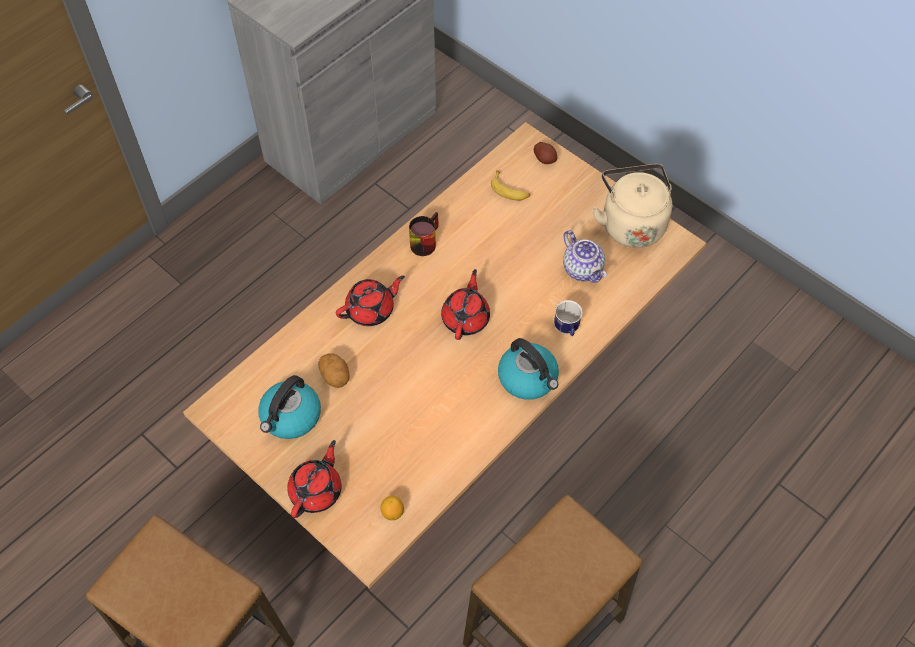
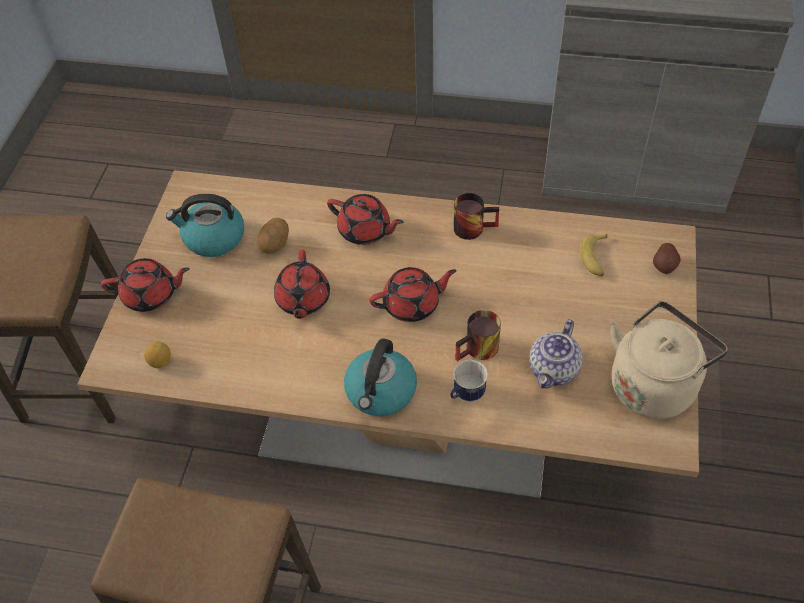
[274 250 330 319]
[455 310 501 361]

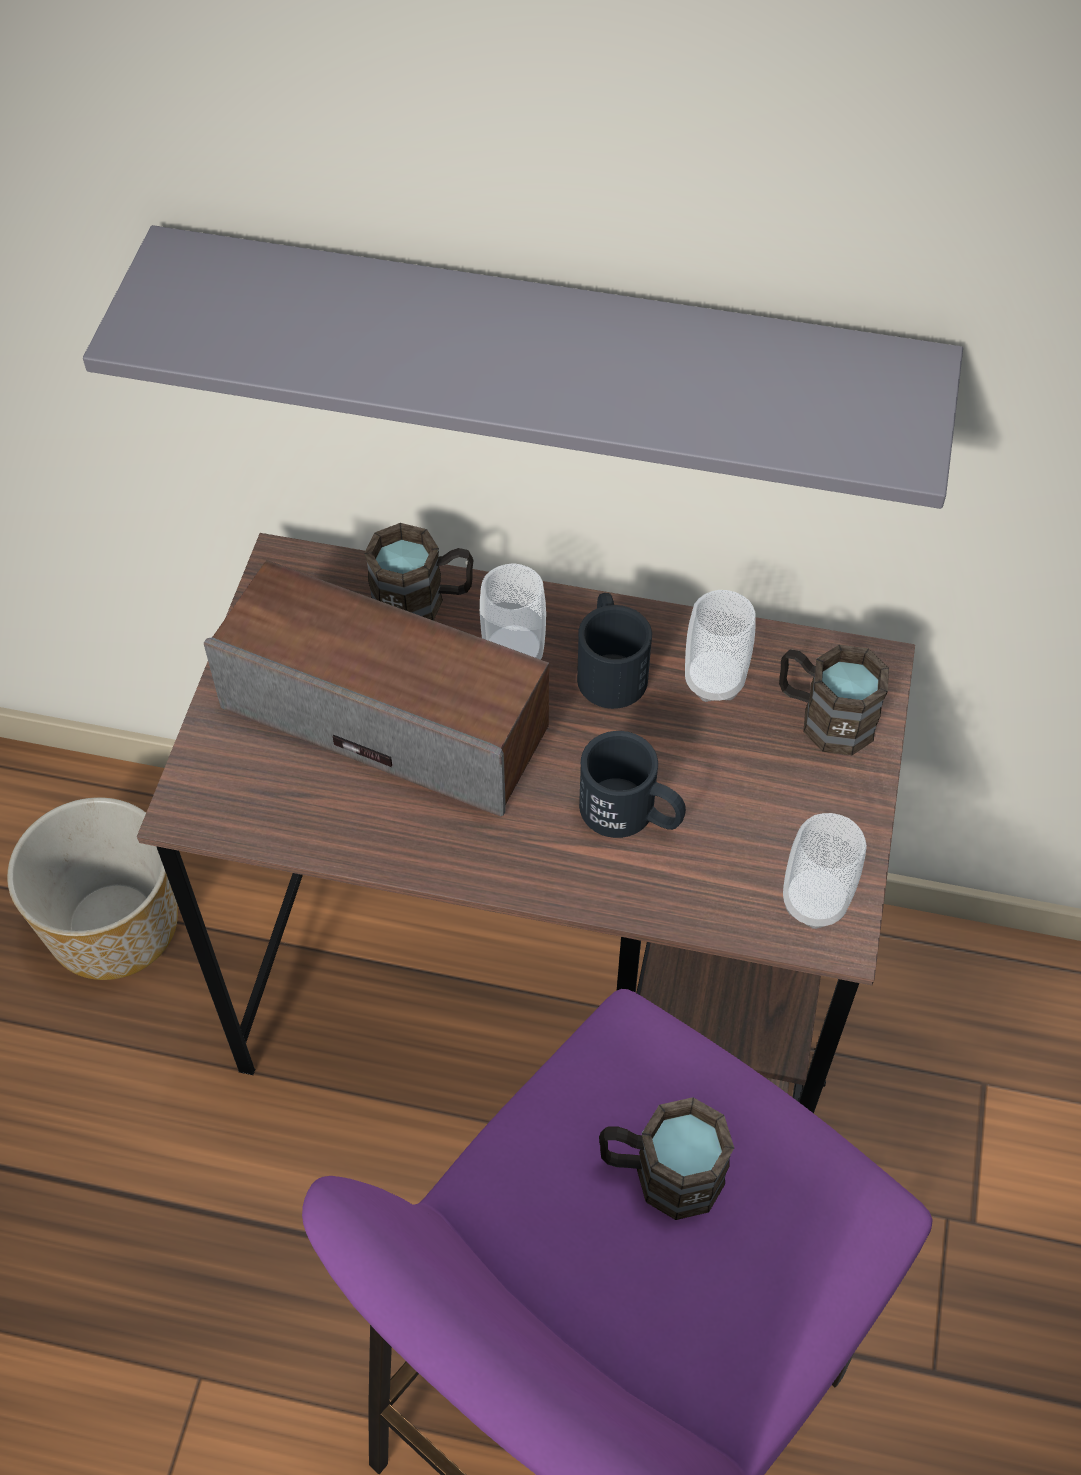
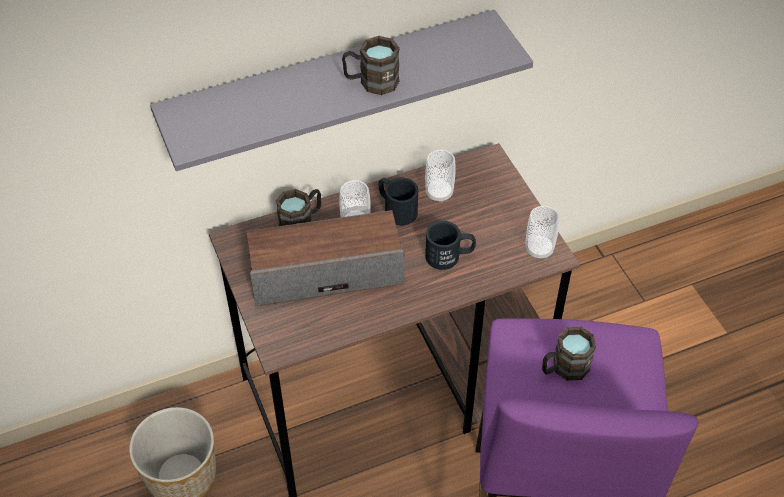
[342 36 400 95]

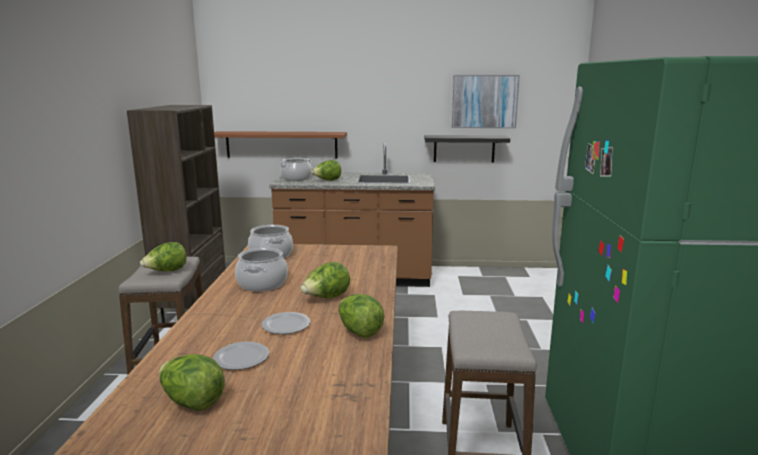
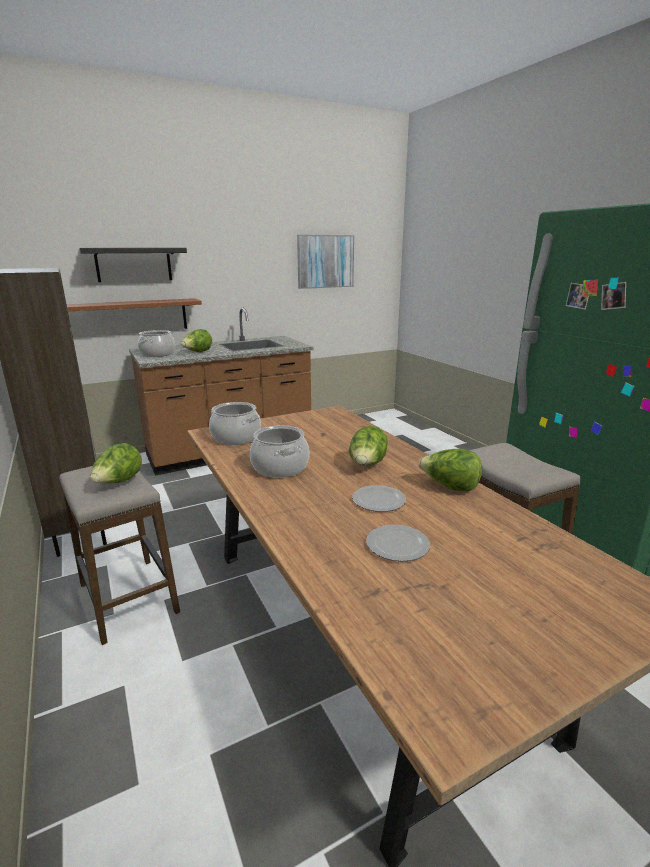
[79 248 187 282]
[159 354 225 411] (first image)

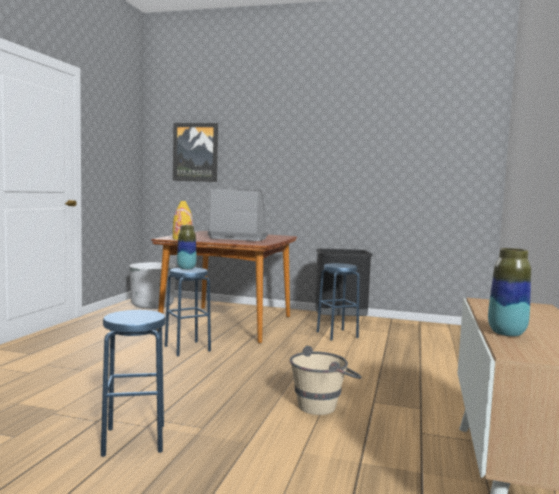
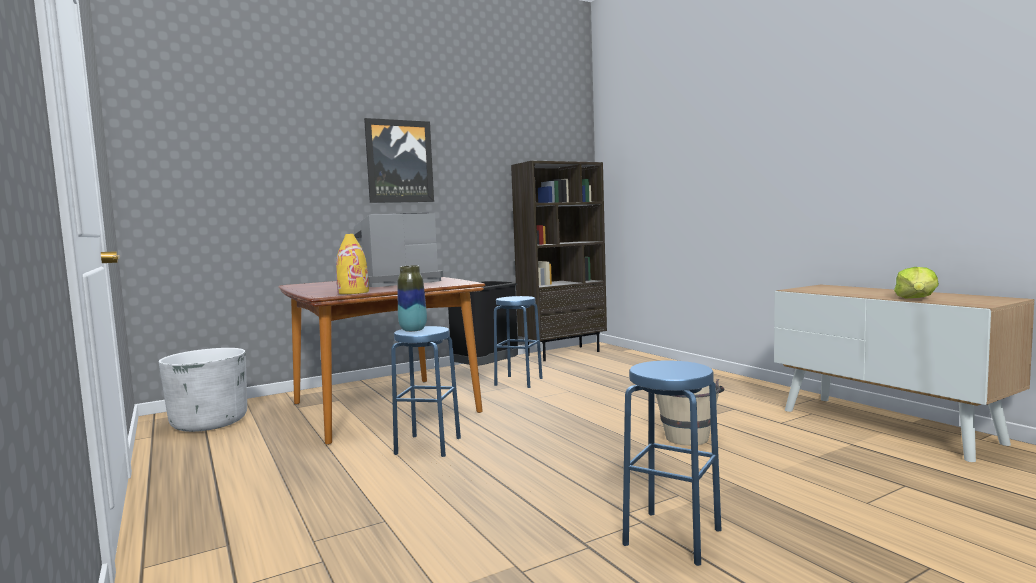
[364 118 434 203]
[511 161 607 361]
[894 267 939 298]

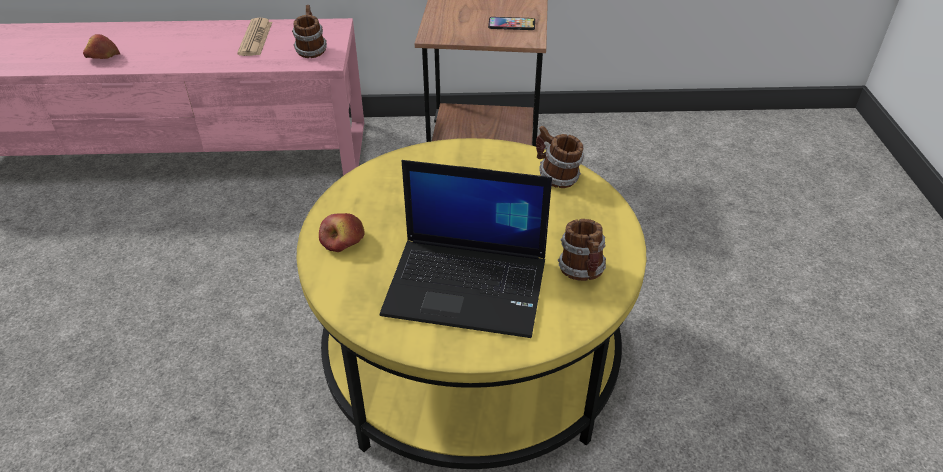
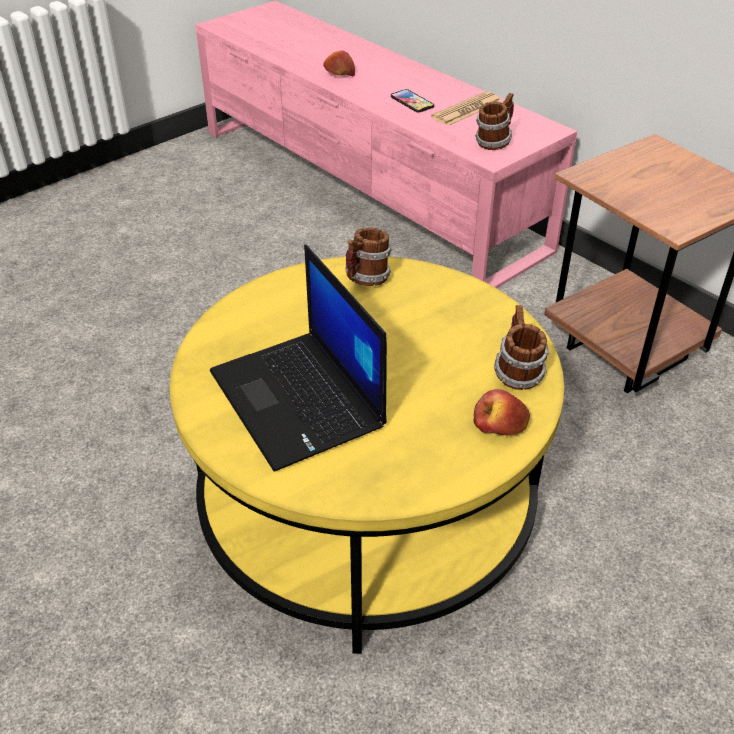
[346 227 392 286]
[391 89 434 112]
[473 389 530 435]

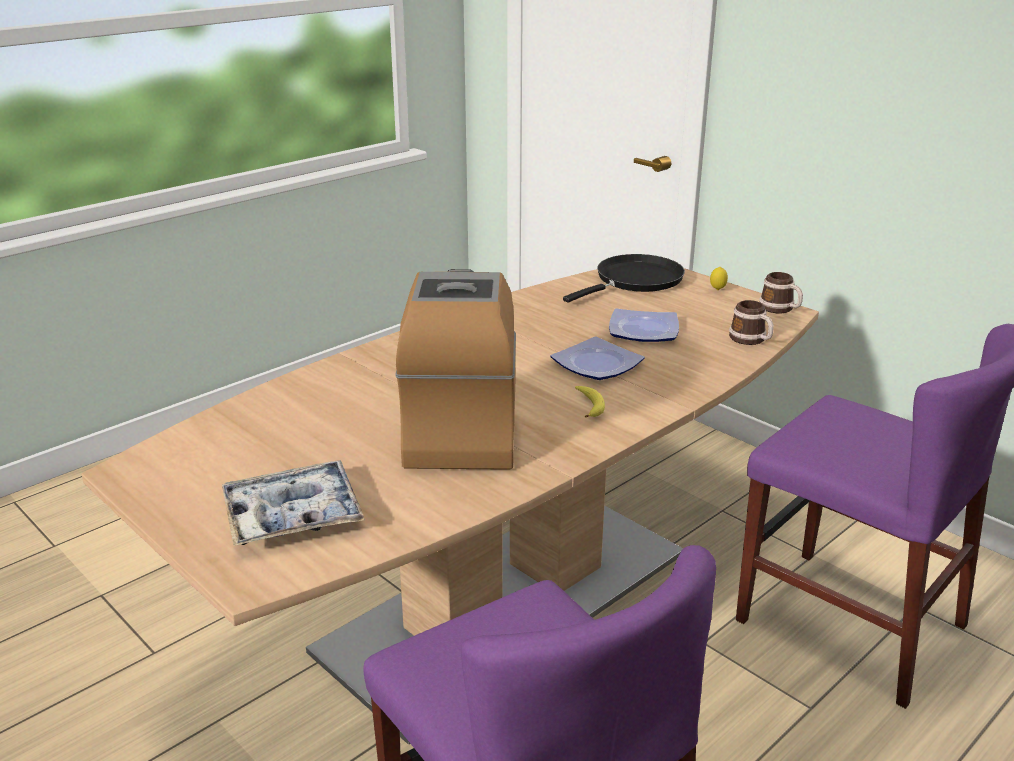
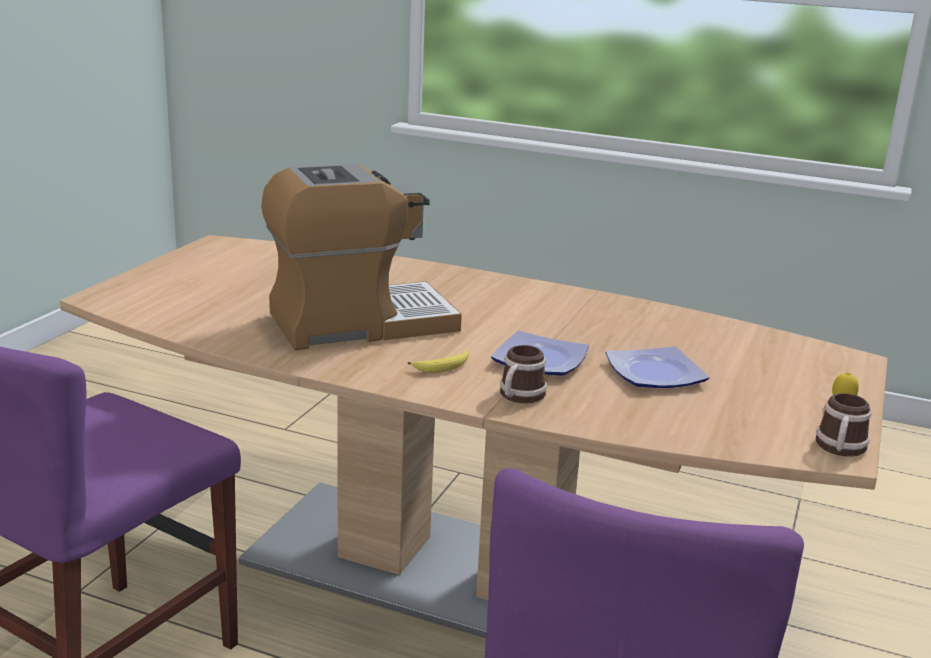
[500 345 547 403]
[222 460 365 546] (first image)
[563 254 685 303] (first image)

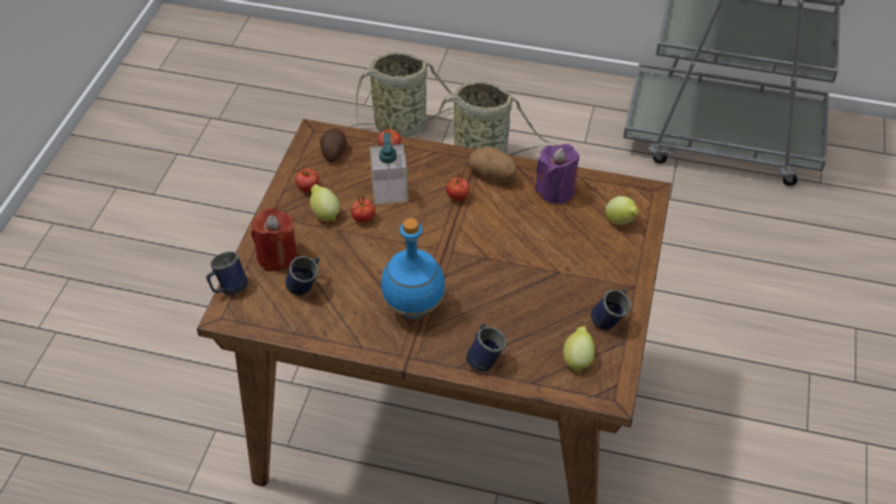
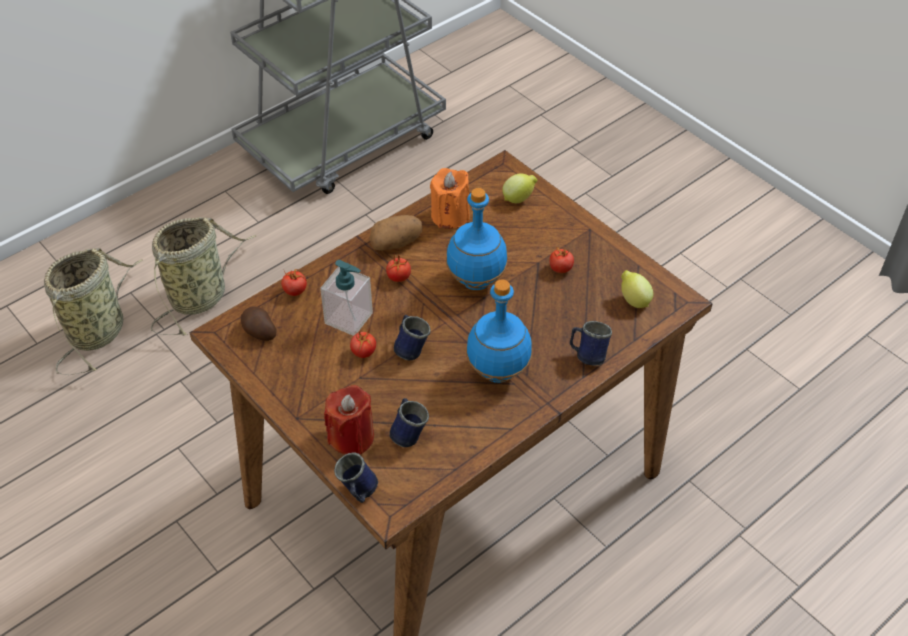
[394 315 431 360]
[430 168 470 229]
[446 188 508 290]
[549 247 574 273]
[310 184 340 221] (first image)

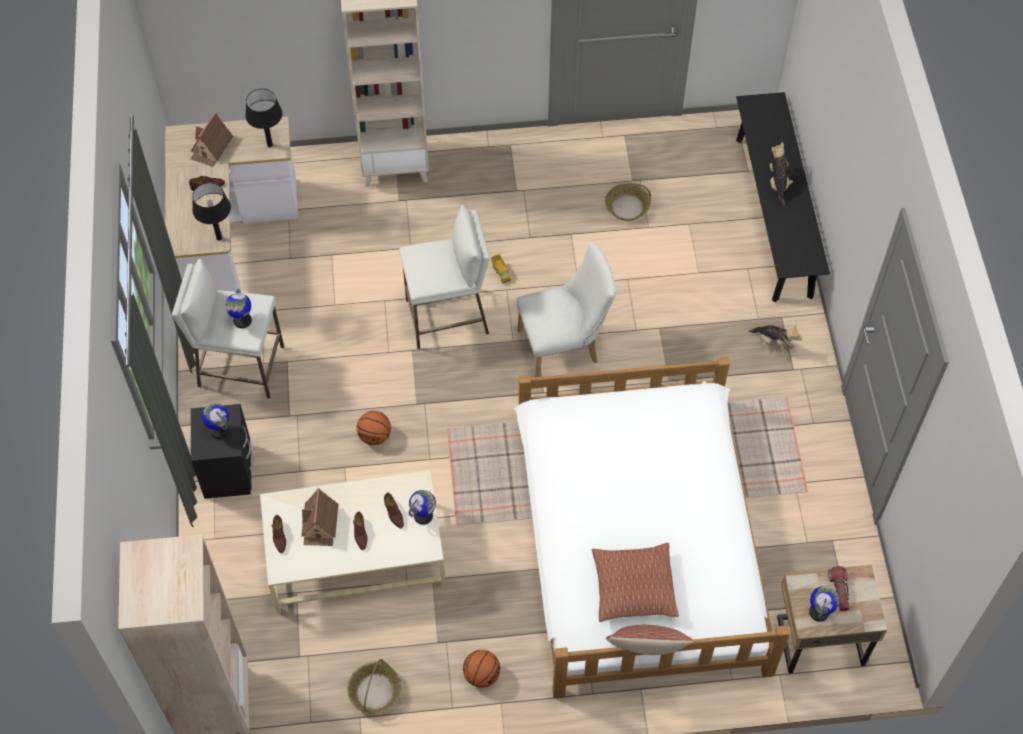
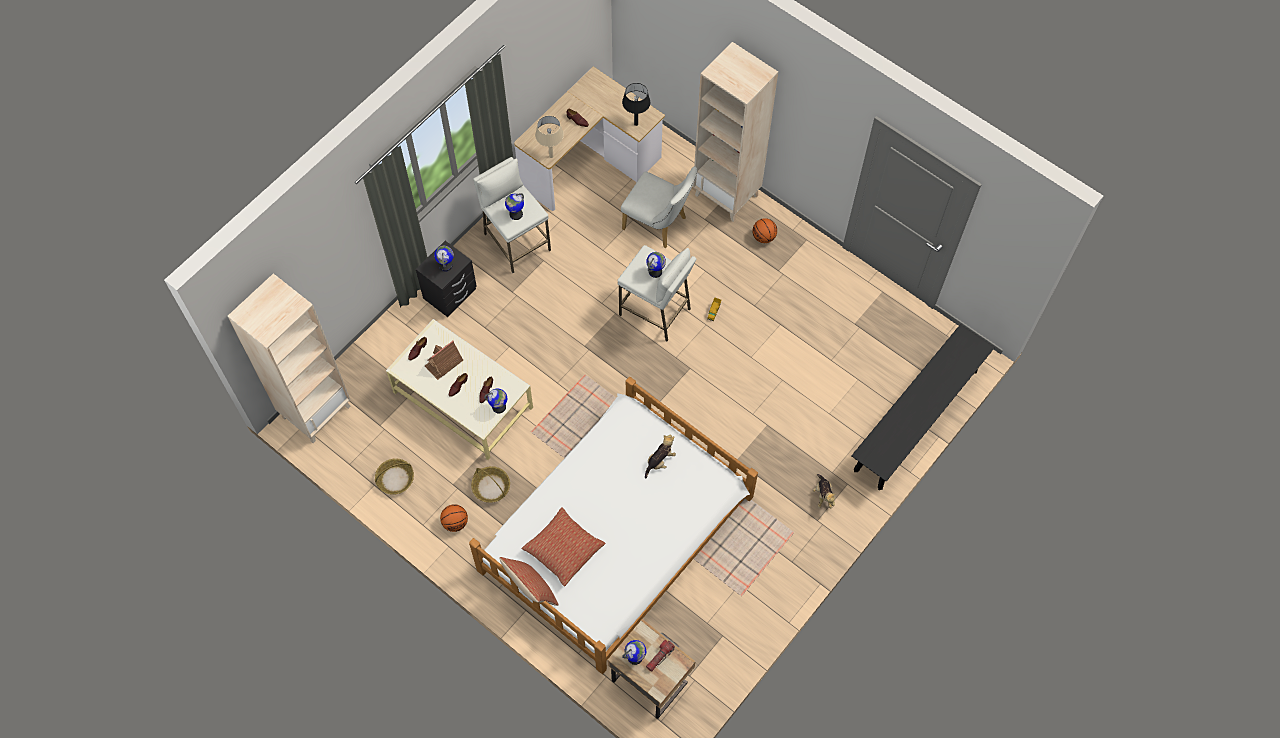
[471 466 510 503]
[535 116 564 158]
[621 166 697 248]
[645 435 676 479]
[646 252 666 278]
[752 218 777 243]
[190 112 233 167] (first image)

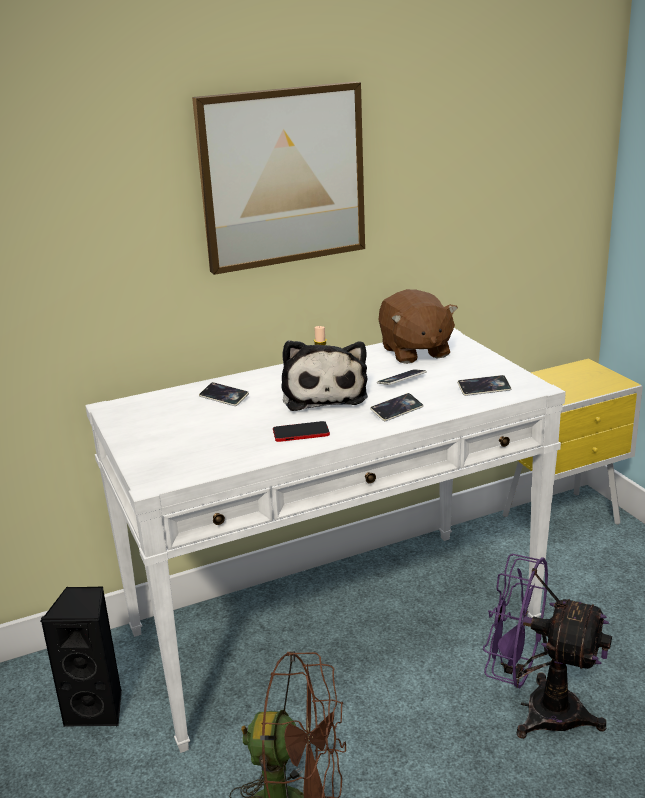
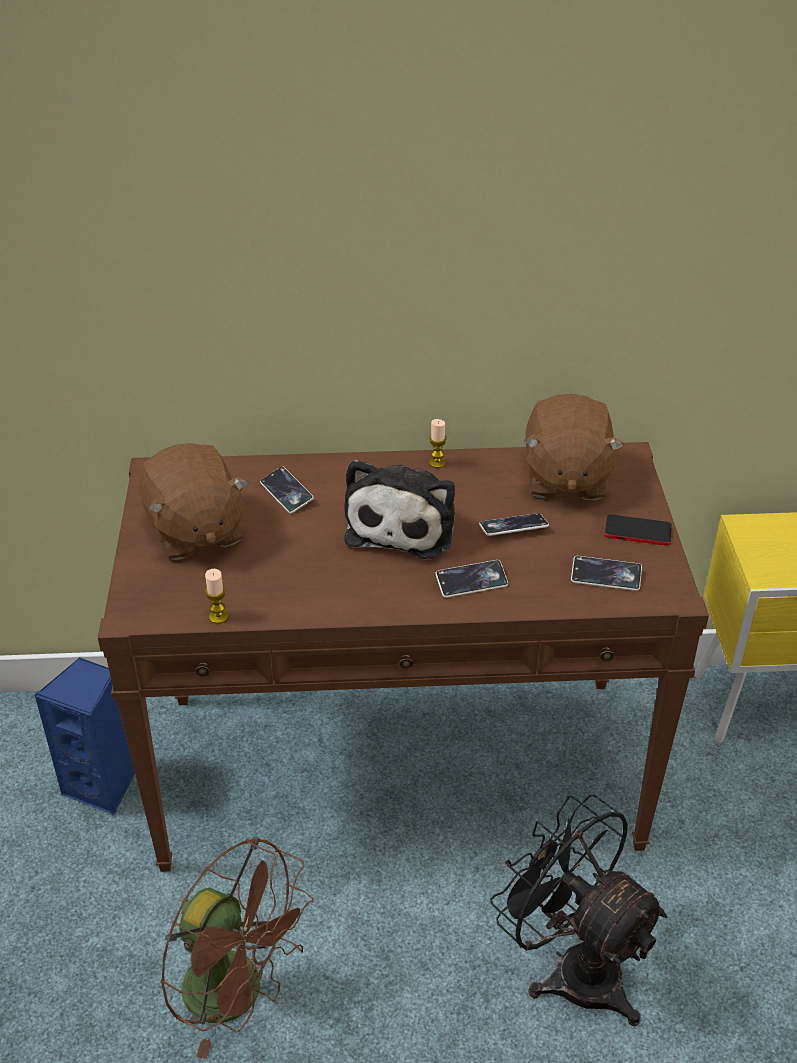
[34 658 135 815]
[98 442 709 872]
[139 443 248 560]
[205 569 228 624]
[490 795 668 1026]
[604 515 672 546]
[192 81 365 275] (first image)

